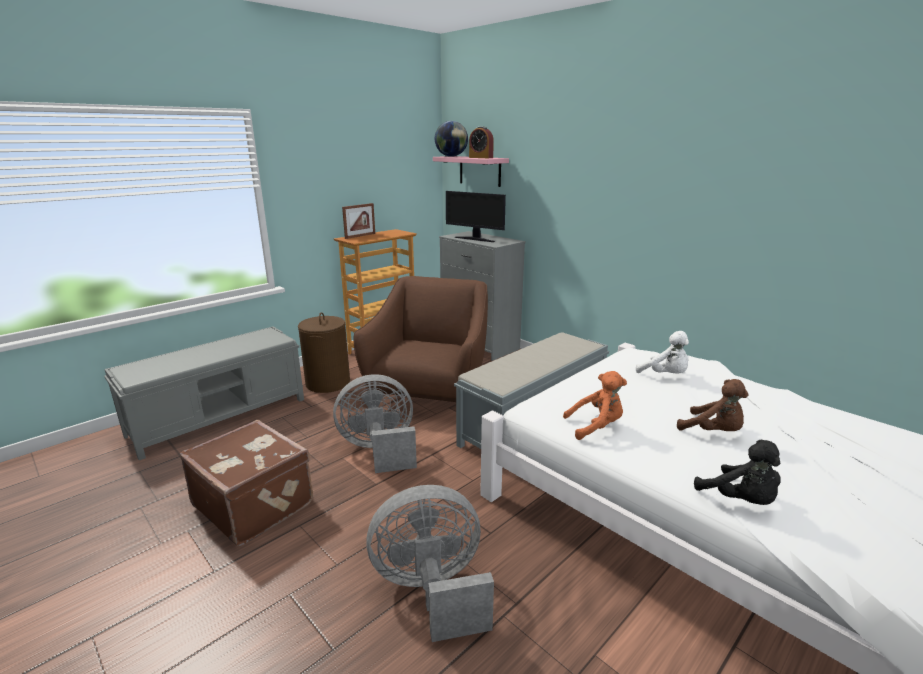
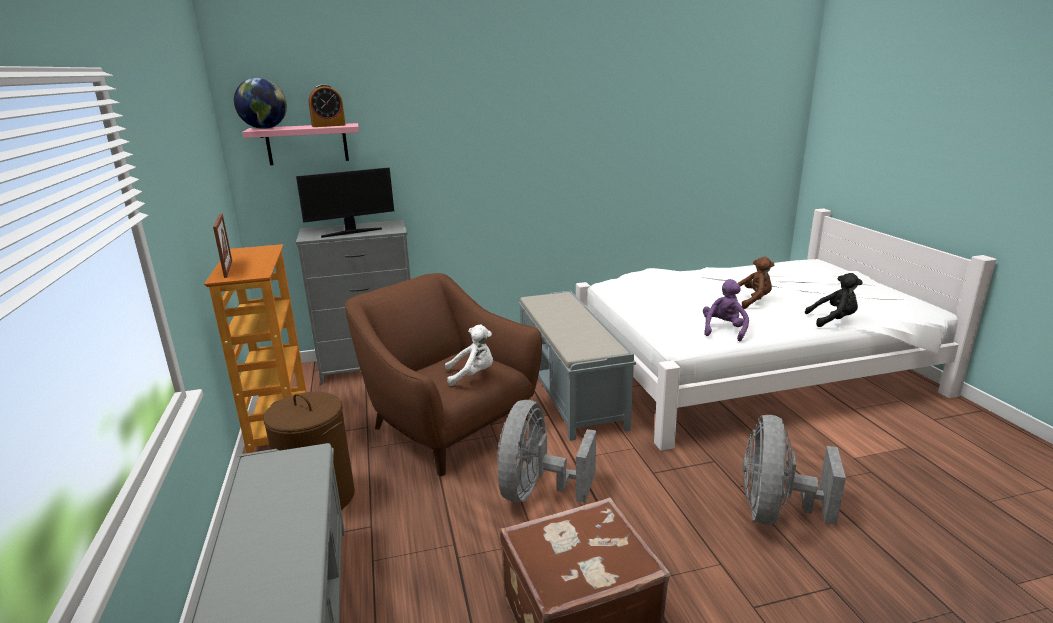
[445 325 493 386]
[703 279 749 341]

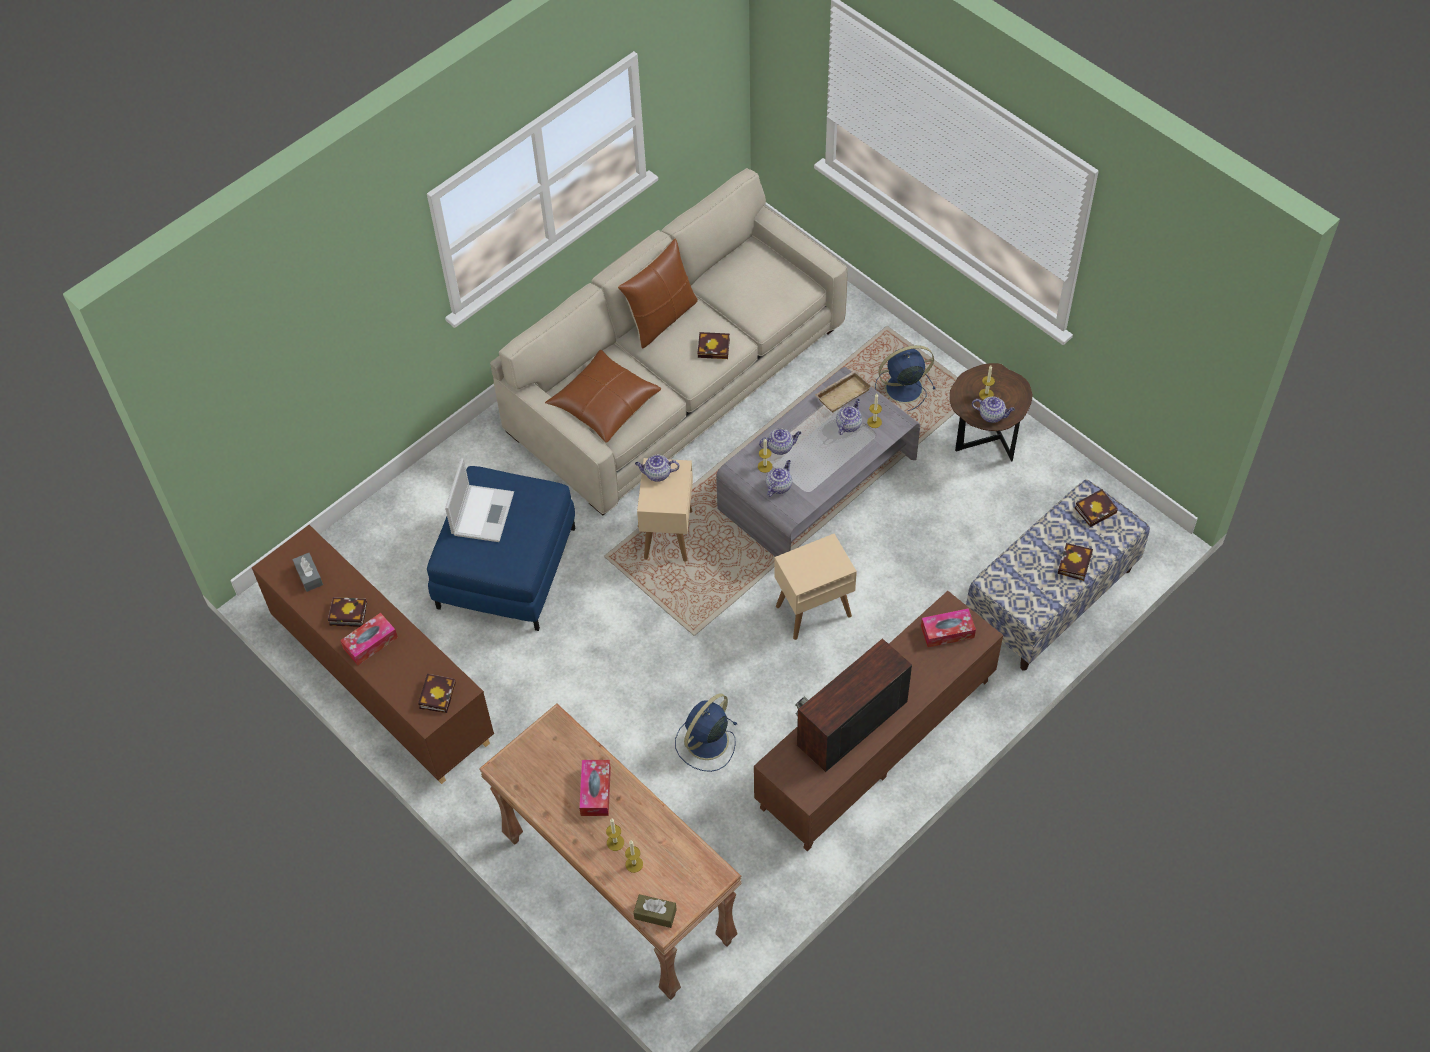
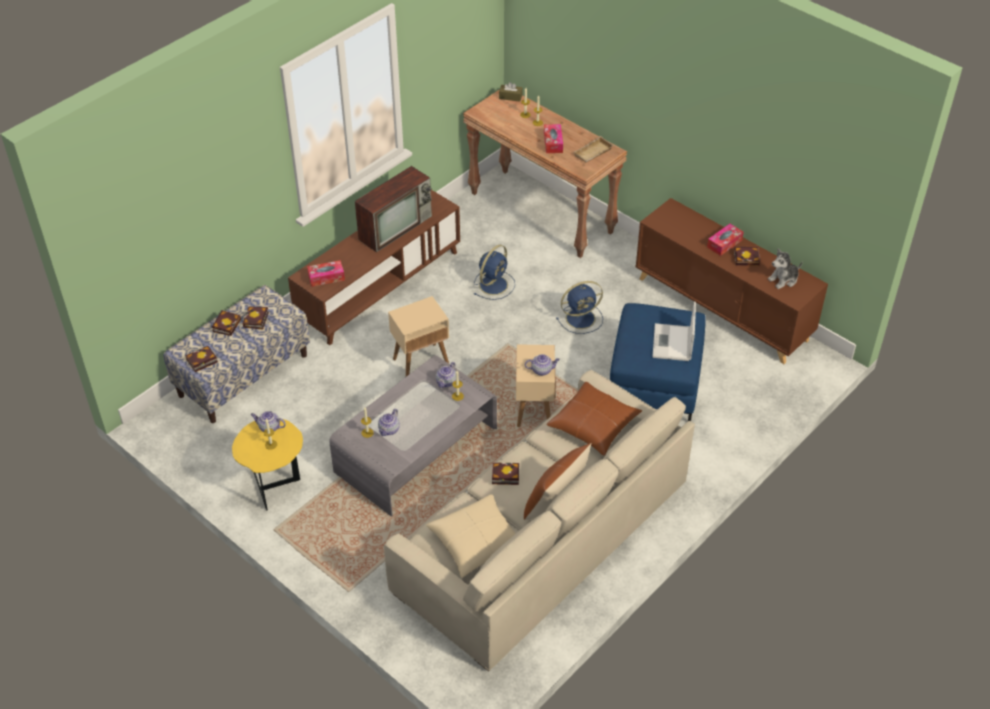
[232 419 303 511]
[242 307 269 330]
[426 494 516 578]
[556 281 603 334]
[574 136 614 162]
[768 248 803 289]
[759 428 801 455] (first image)

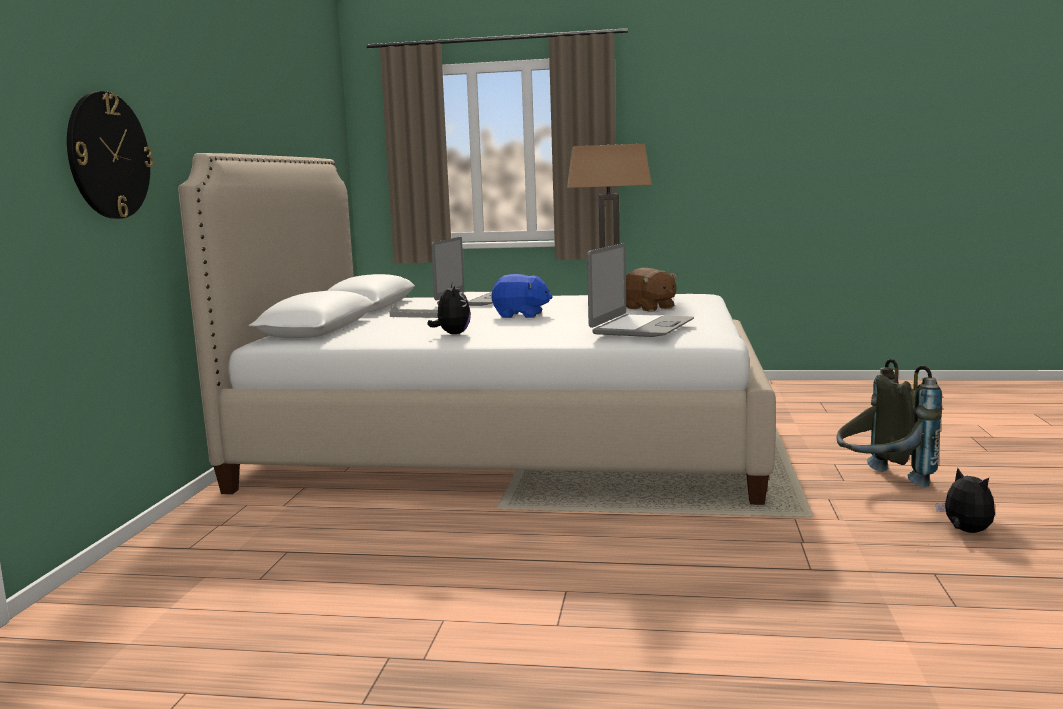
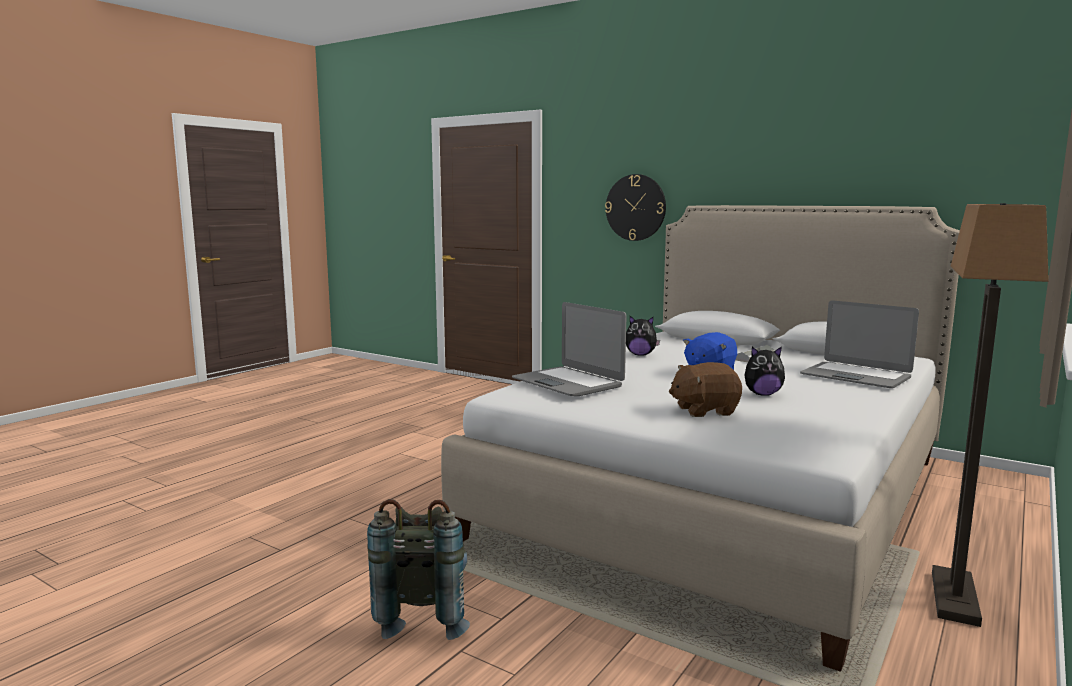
[745 346 785 396]

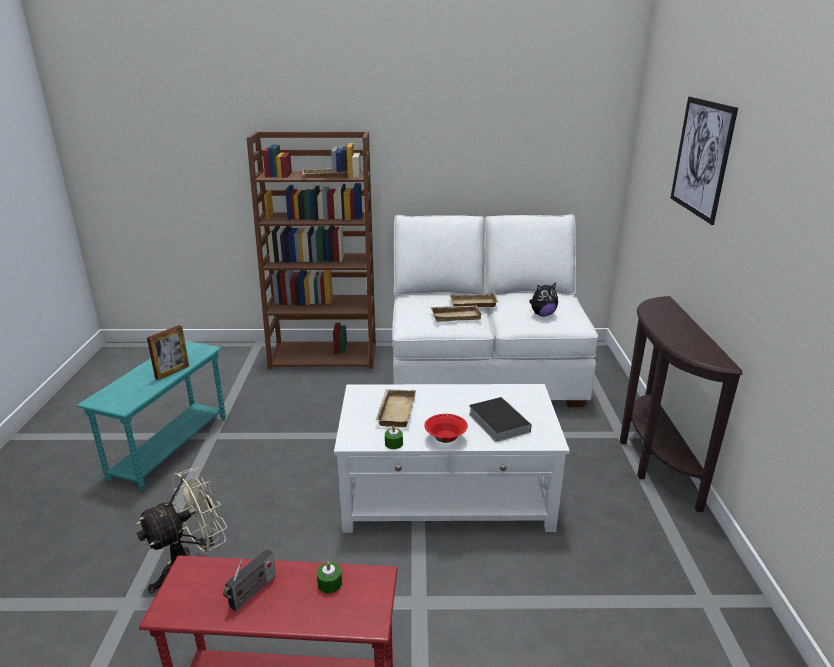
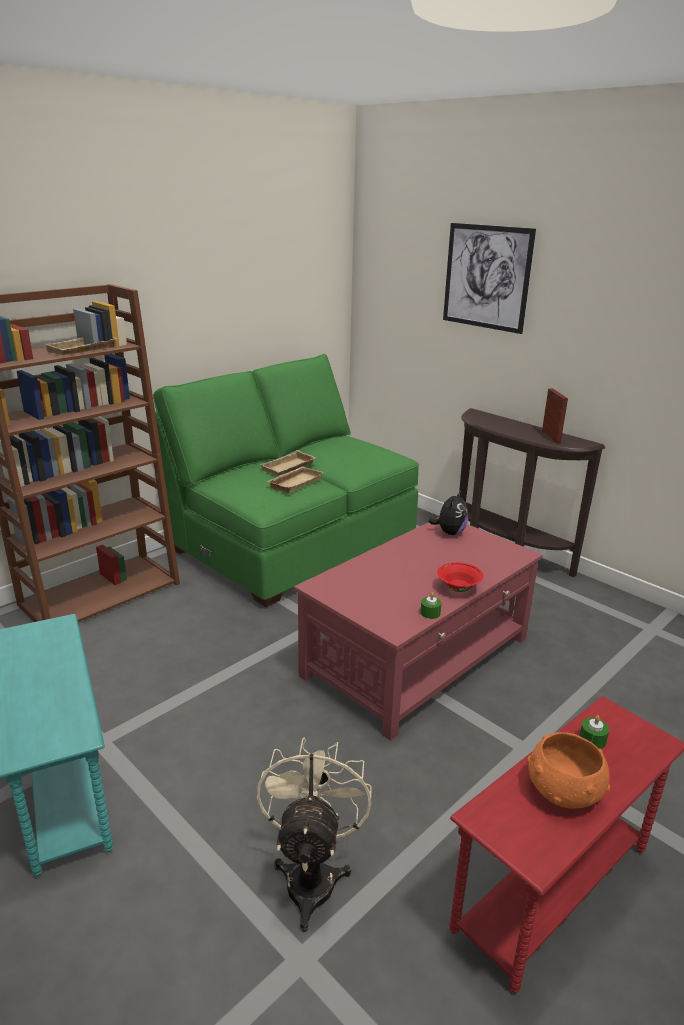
[153 354 419 607]
[294 517 543 741]
[428 490 468 535]
[527 732 610 809]
[542 388 568 443]
[376 389 416 427] (first image)
[469 397 532 442] (first image)

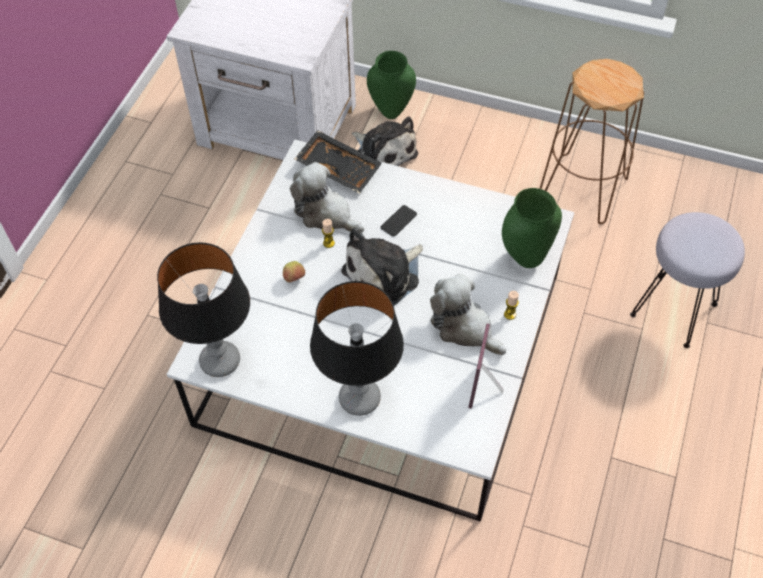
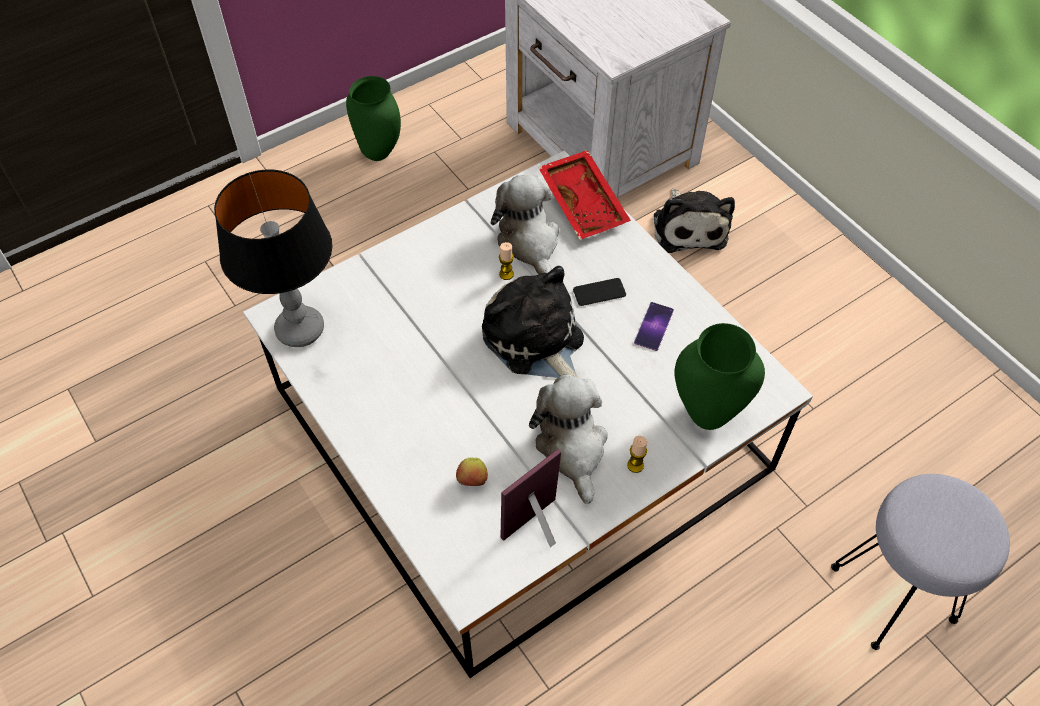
[346 76 401 161]
[456 458 488 486]
[482 266 584 378]
[538 150 631 240]
[634 302 674 351]
[310 281 404 416] (first image)
[540 59 644 224] (first image)

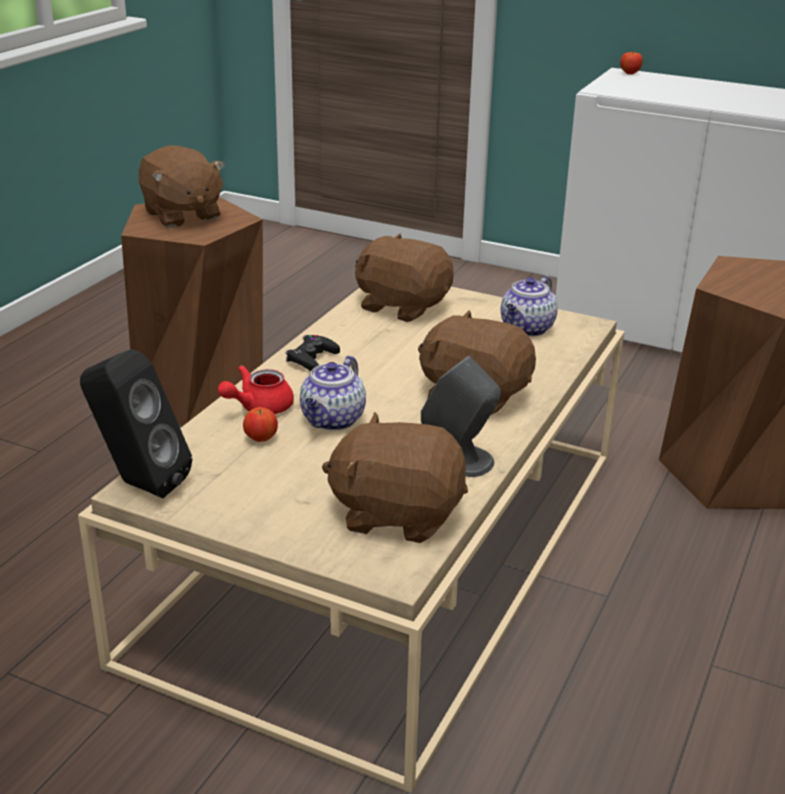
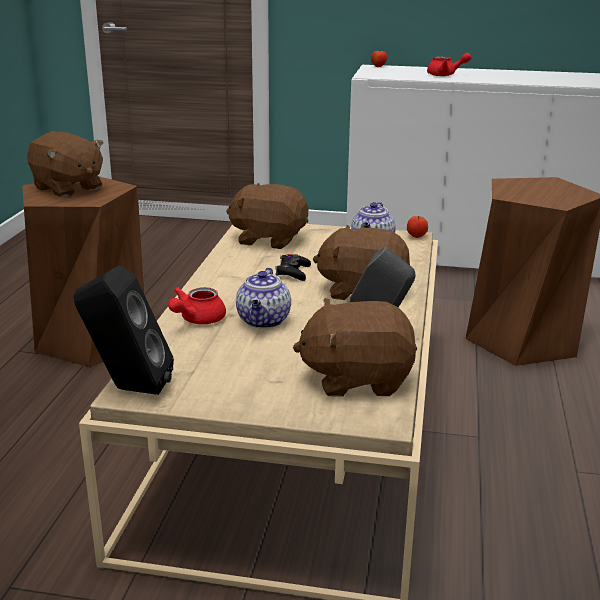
[275 254 311 281]
[407 216 428 238]
[427 53 471 76]

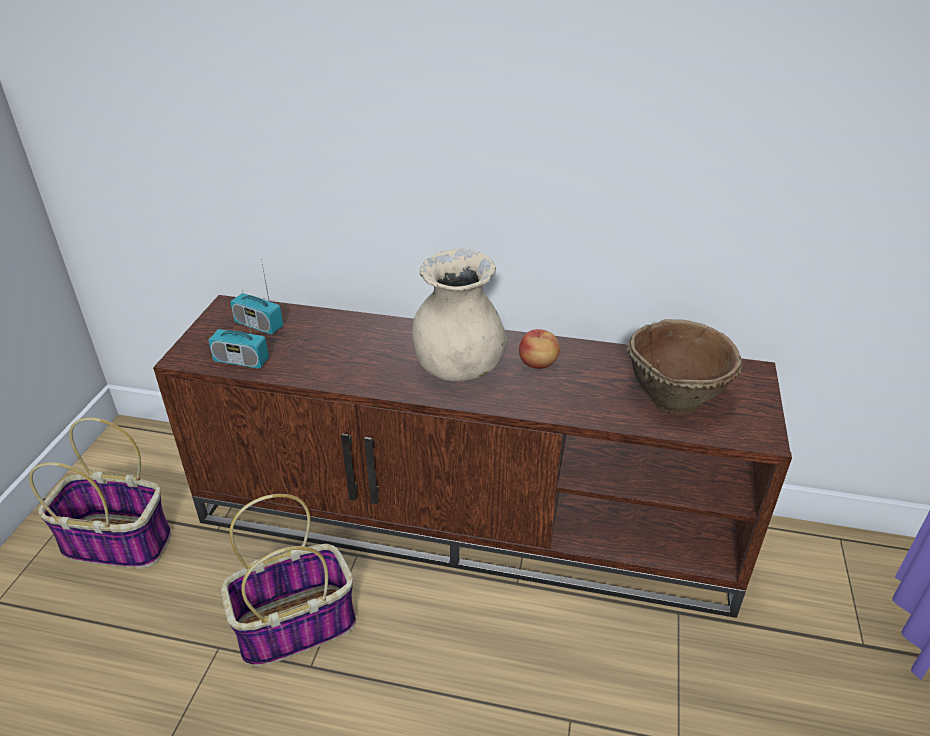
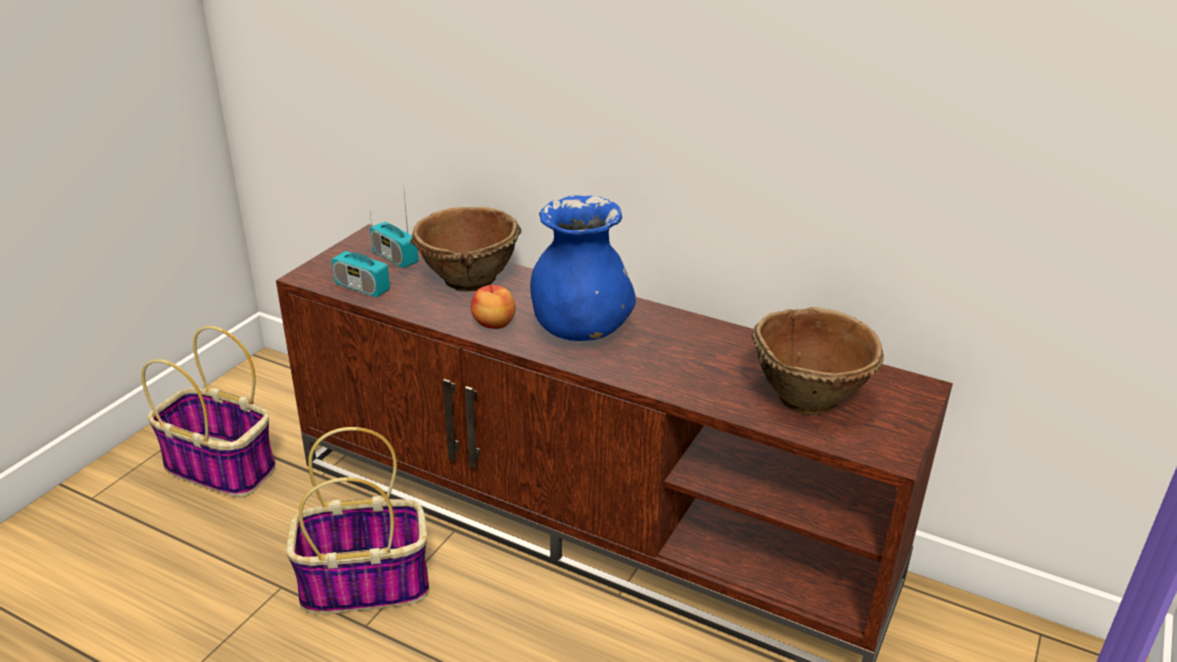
[410 207 521 292]
[471 285 516 329]
[530 195 636 341]

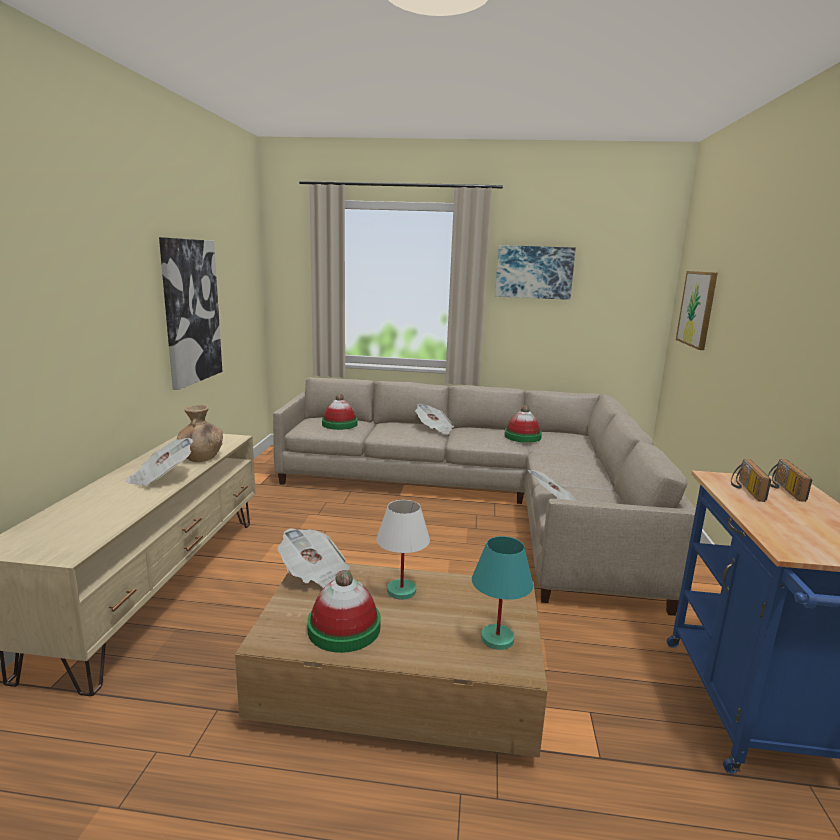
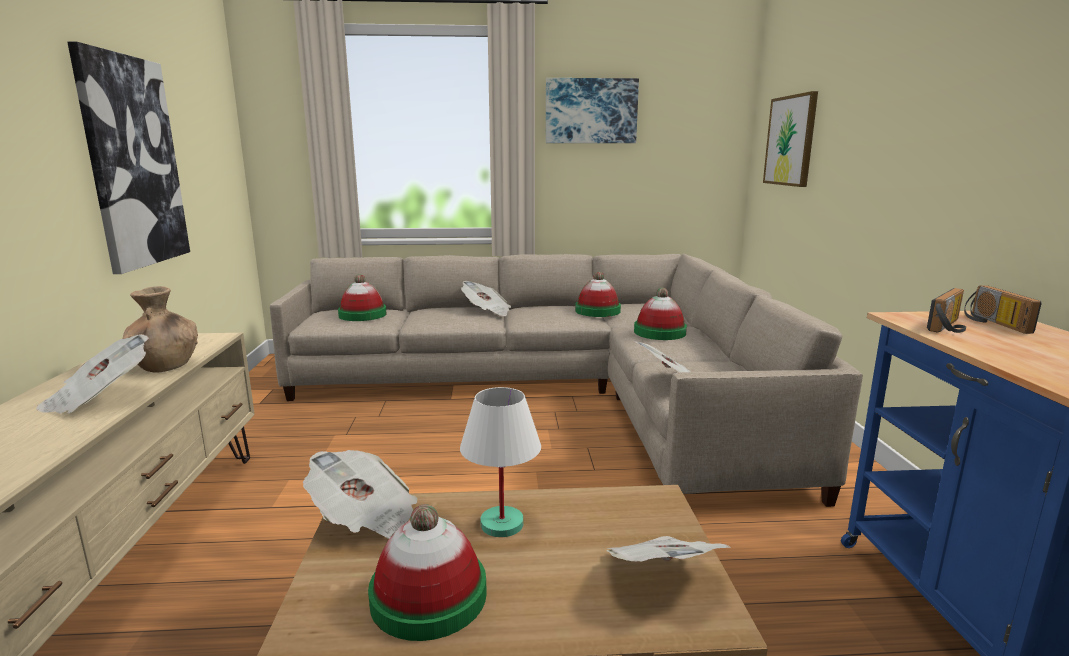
[607 536 731 562]
[634 288 687 340]
[927 288 966 333]

